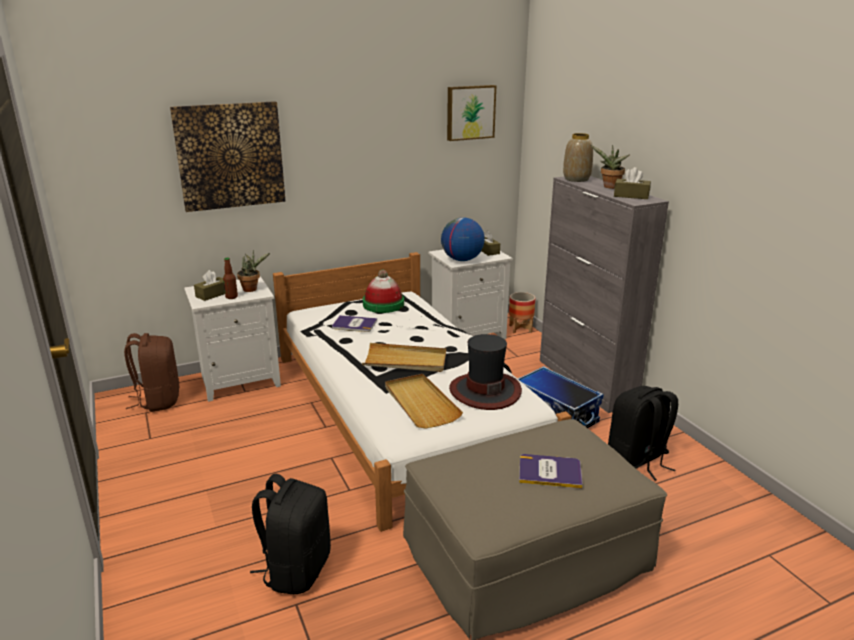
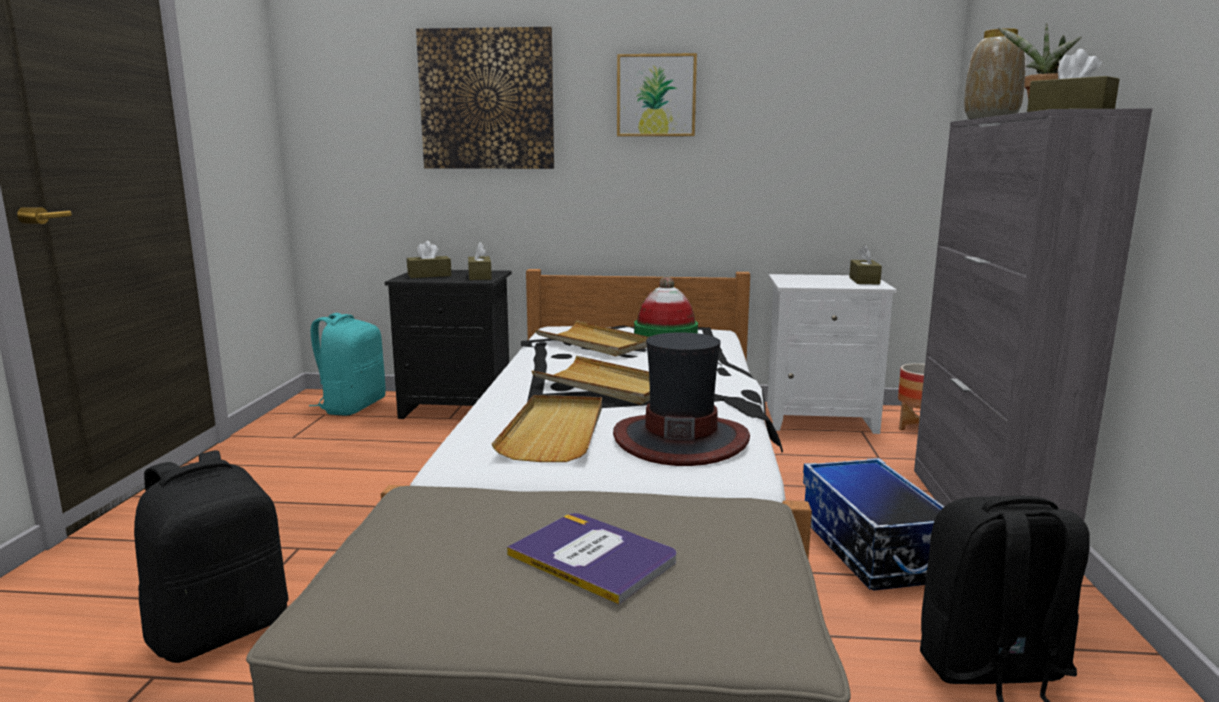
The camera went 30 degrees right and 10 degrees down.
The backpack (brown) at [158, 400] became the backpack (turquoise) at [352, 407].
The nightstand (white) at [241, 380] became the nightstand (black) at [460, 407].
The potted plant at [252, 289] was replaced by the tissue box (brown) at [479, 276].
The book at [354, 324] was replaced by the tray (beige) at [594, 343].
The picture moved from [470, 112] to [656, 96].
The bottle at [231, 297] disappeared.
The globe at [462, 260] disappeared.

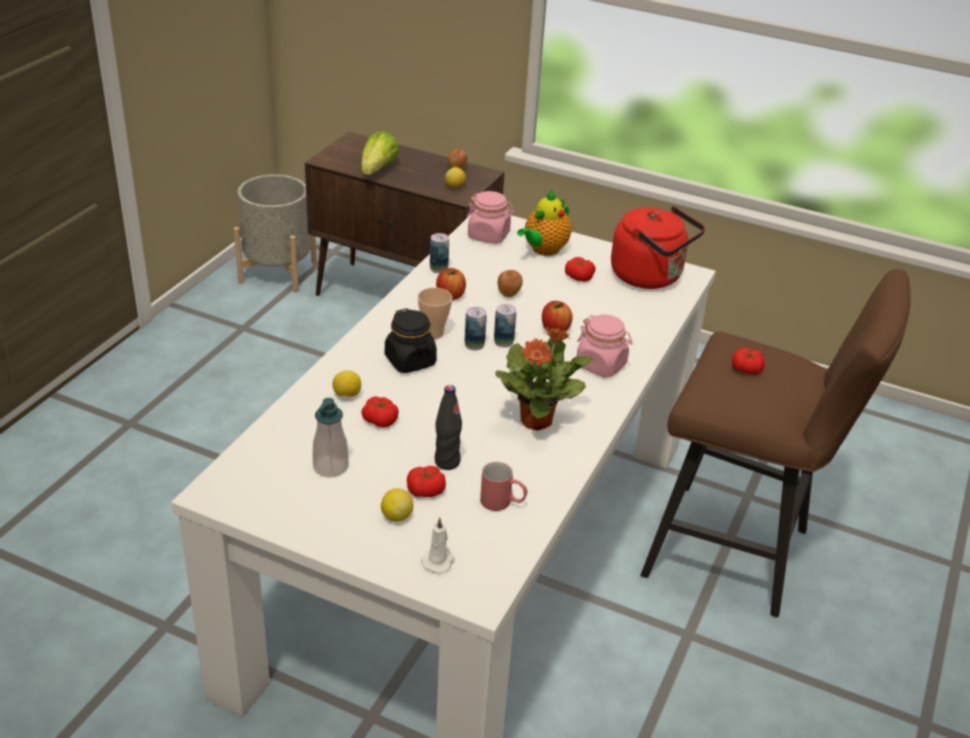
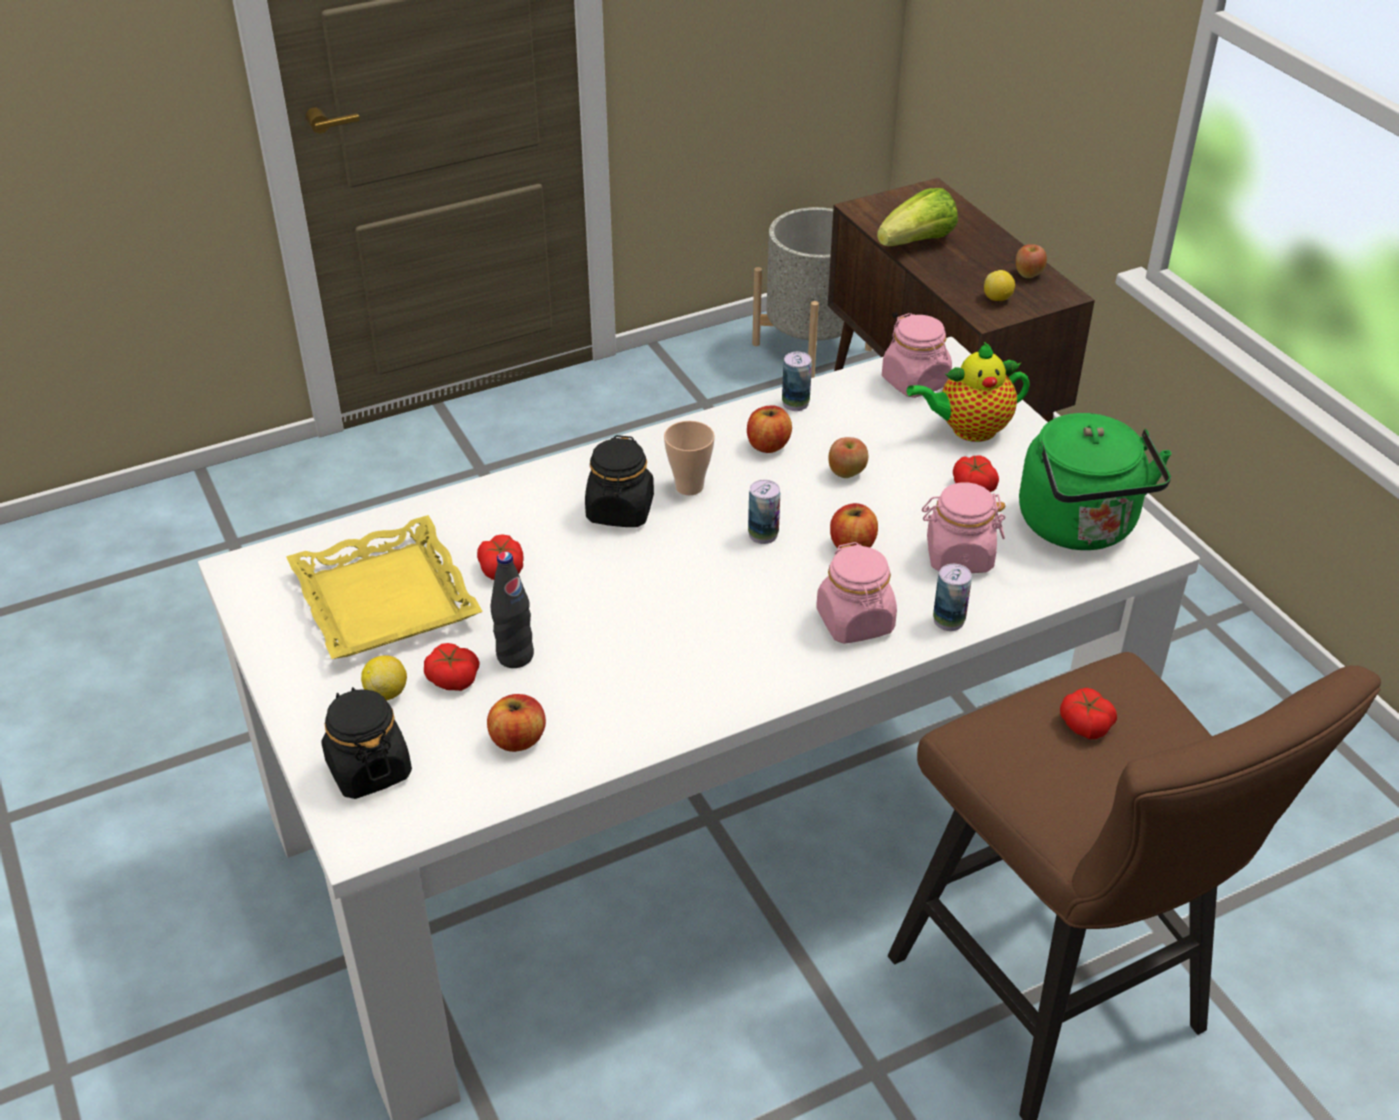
The camera went 40 degrees right and 5 degrees up.
The soap dispenser at [330, 467] was replaced by the tray (yellow) at [387, 599].
The candle (white) at [438, 561] was replaced by the jar (black) at [368, 769].
The mug (red) at [503, 503] was replaced by the apple at [518, 739].
The jar (pink) at [958, 556] appeared.
The can moved from [474, 345] to [948, 620].
The kettle (red) at [650, 277] became the kettle (green) at [1081, 528].
The lemon at [347, 395] disappeared.
The potted plant at [537, 420] disappeared.

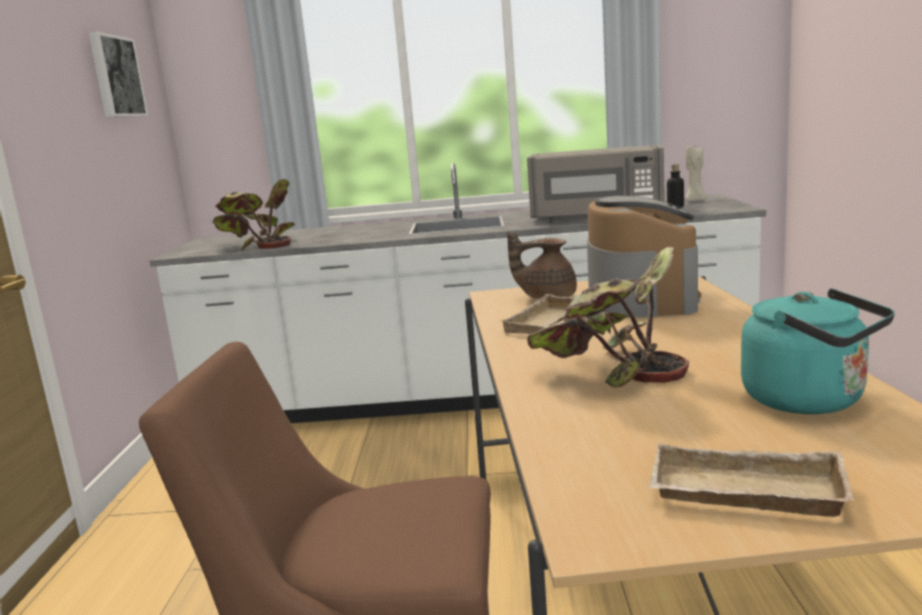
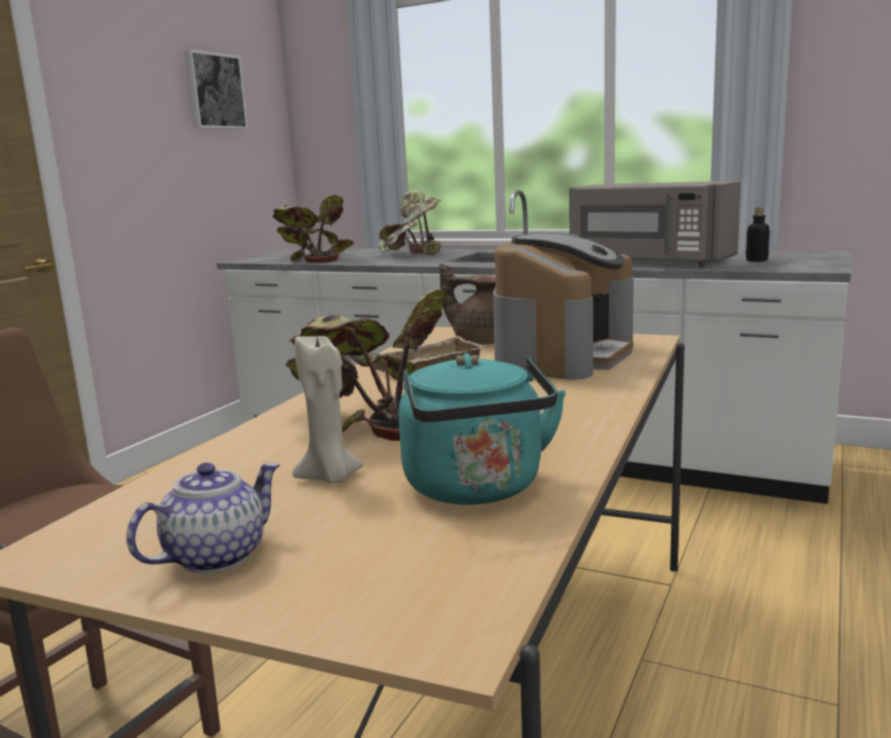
The camera went 25 degrees right and 0 degrees up.
The tray (beige) at [743, 494] was replaced by the teapot at [216, 556].
The candle (beige) moved from [695, 201] to [330, 478].
The potted plant at [411, 254] appeared.

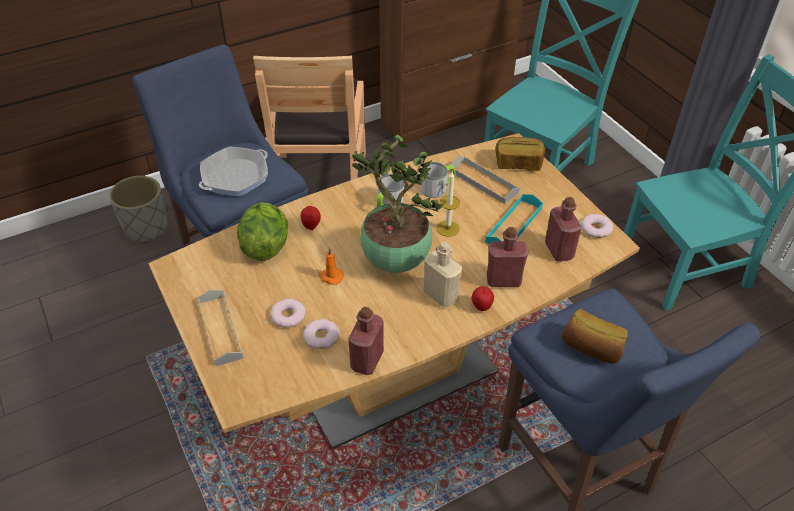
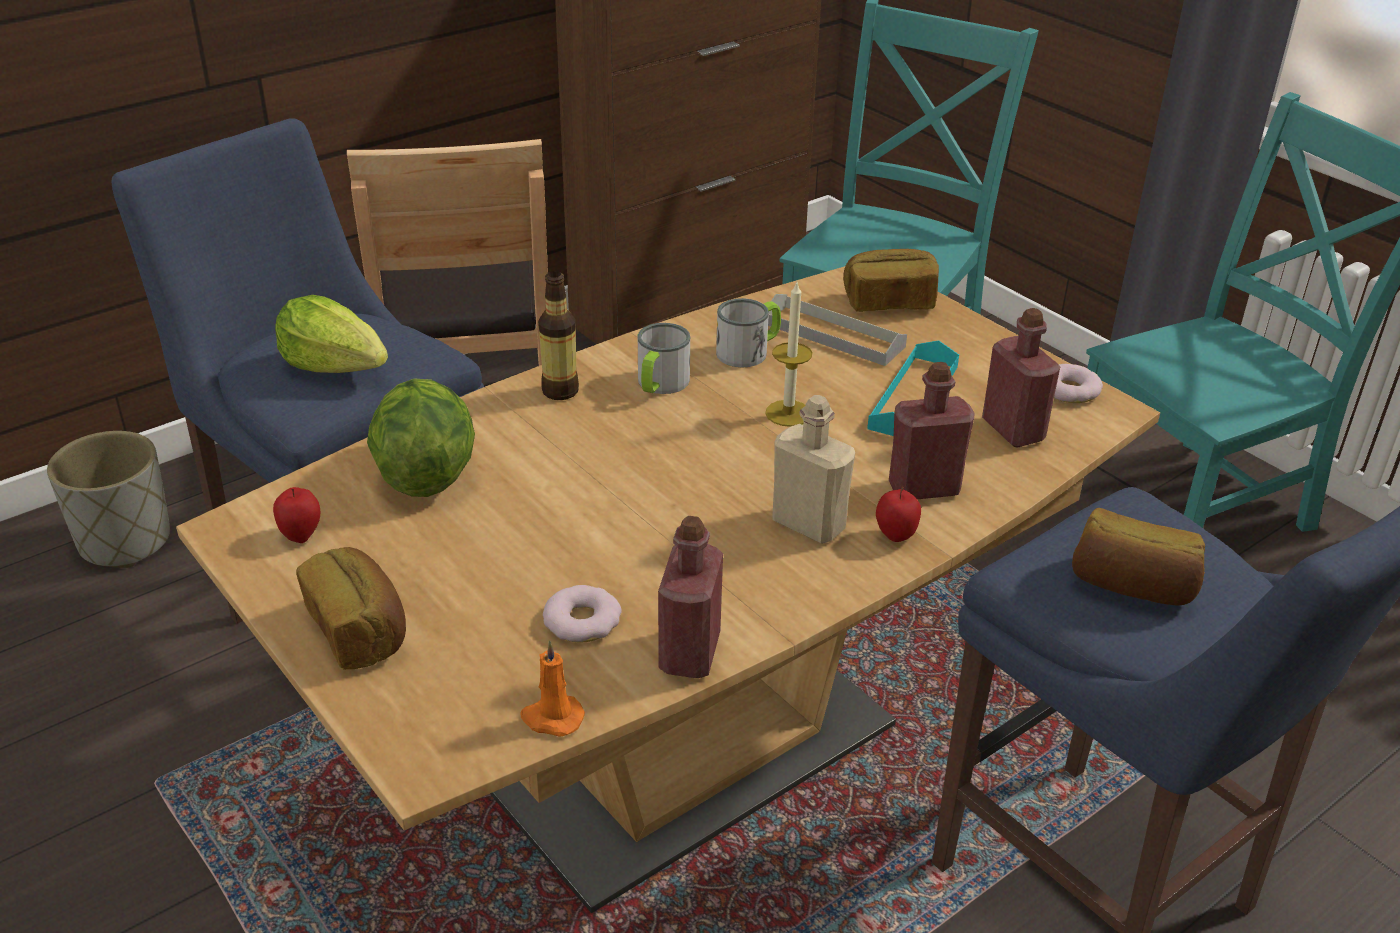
The camera went 10 degrees left and 10 degrees down.
The apple moved from [311, 226] to [301, 535].
The frying pan at [235, 177] was replaced by the lettuce at [336, 366].
The tray (grey) at [220, 329] was replaced by the bread at [359, 630].
The candle (orange) moved from [330, 277] to [551, 718].
The bottle at [560, 391] appeared.
The donut at [288, 316] disappeared.
The potted plant at [394, 261] disappeared.

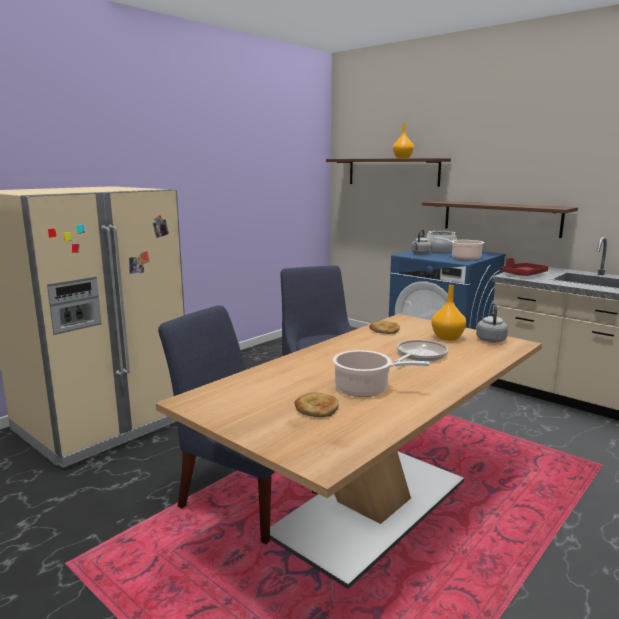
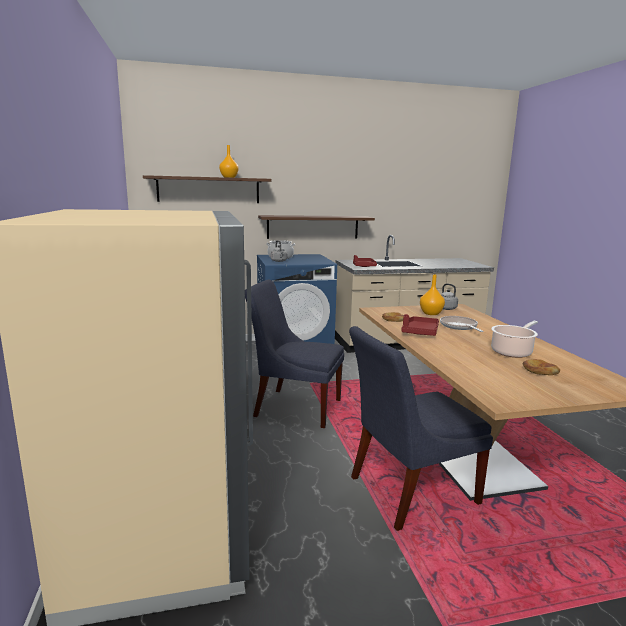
The camera went 55 degrees left and 0 degrees up.
The tray (red) at [420, 332] appeared.
The cooking pot at [464, 258] disappeared.

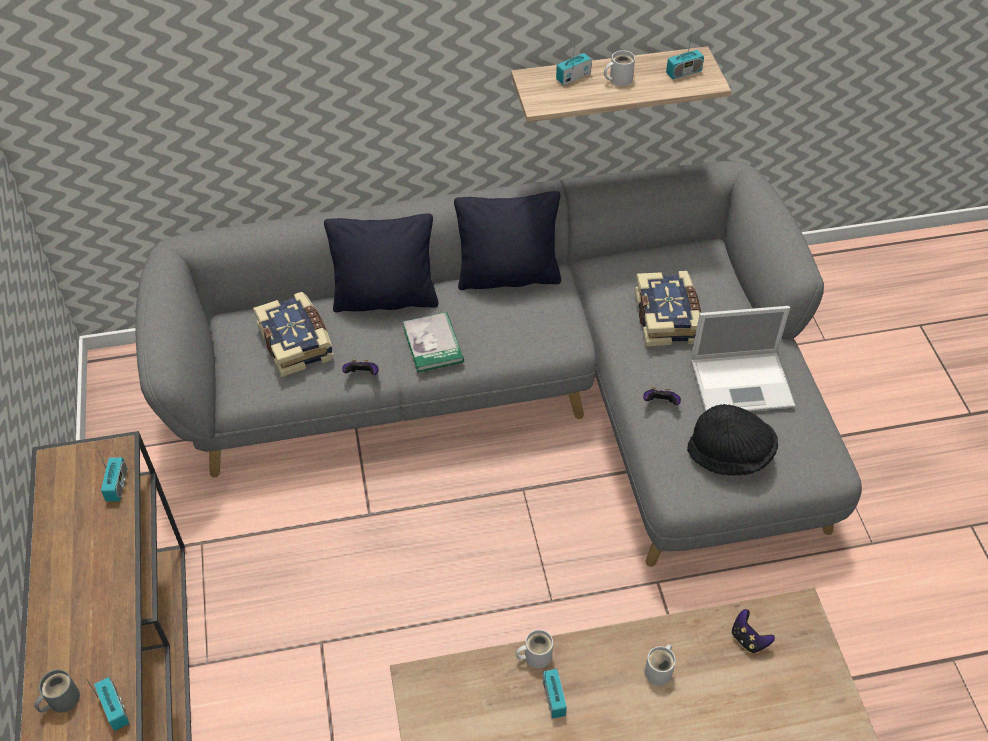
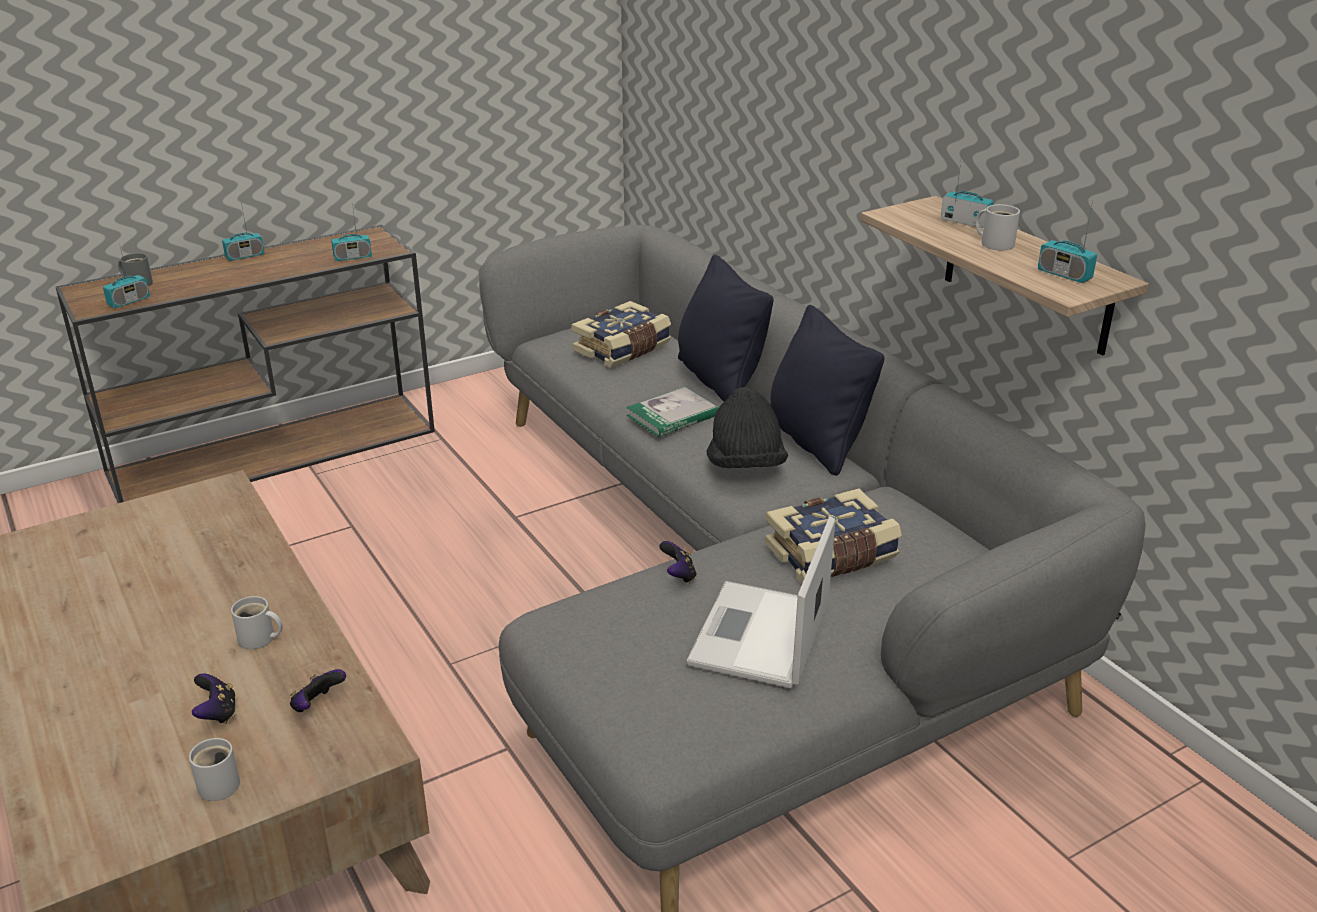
The camera went 70 degrees right and 20 degrees down.
The mug (white) moved from [535, 655] to [219, 782].
The game controller moved from [362, 375] to [217, 713].
The radio moved from [554, 698] to [245, 256].
The laptop at [743, 382] turned 45 degrees clockwise.
The hat (black) moved from [730, 454] to [745, 465].

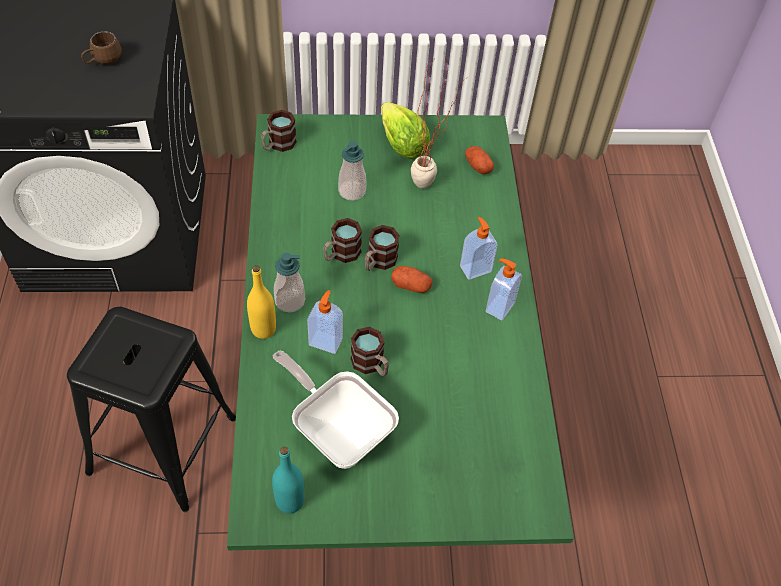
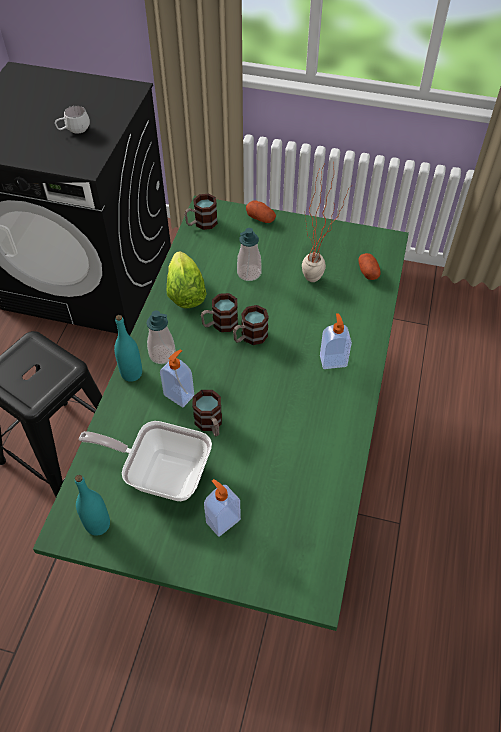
The camera went 20 degrees right and 0 degrees up.
The mug (brown) at [103, 62] became the mug (white) at [74, 131].
The frying pan at [338, 429] turned 45 degrees counterclockwise.
The bottle (yellow) at [263, 329] became the bottle (turquoise) at [131, 373].
The lettuce moved from [402, 145] to [185, 294].
The soap dispenser moved from [499, 307] to [222, 520].
The potato moved from [411, 285] to [260, 218].

